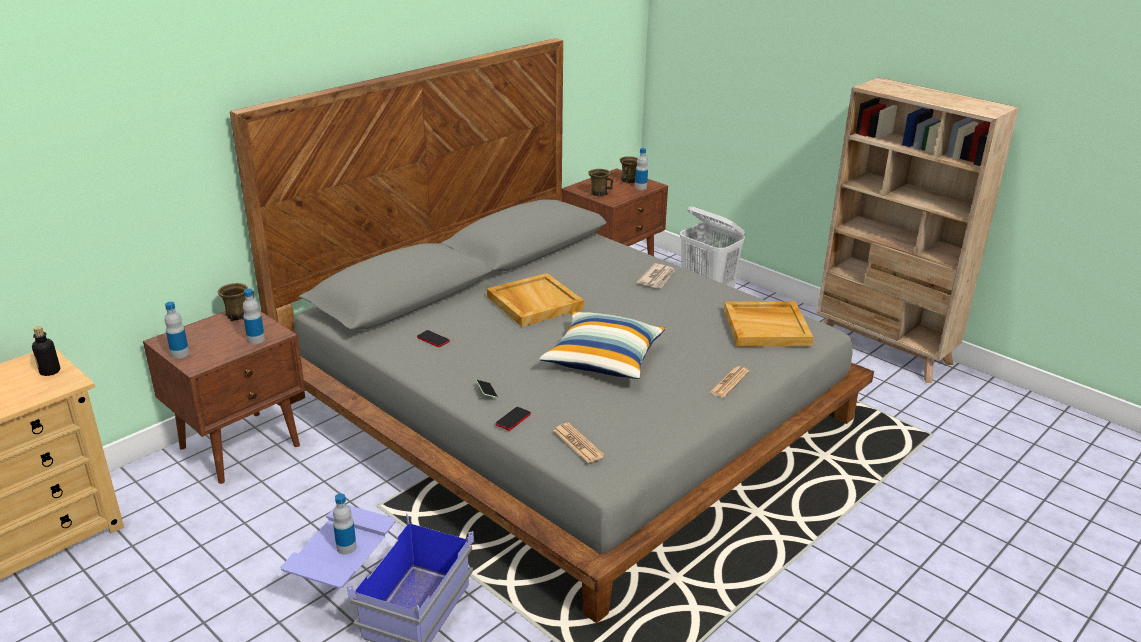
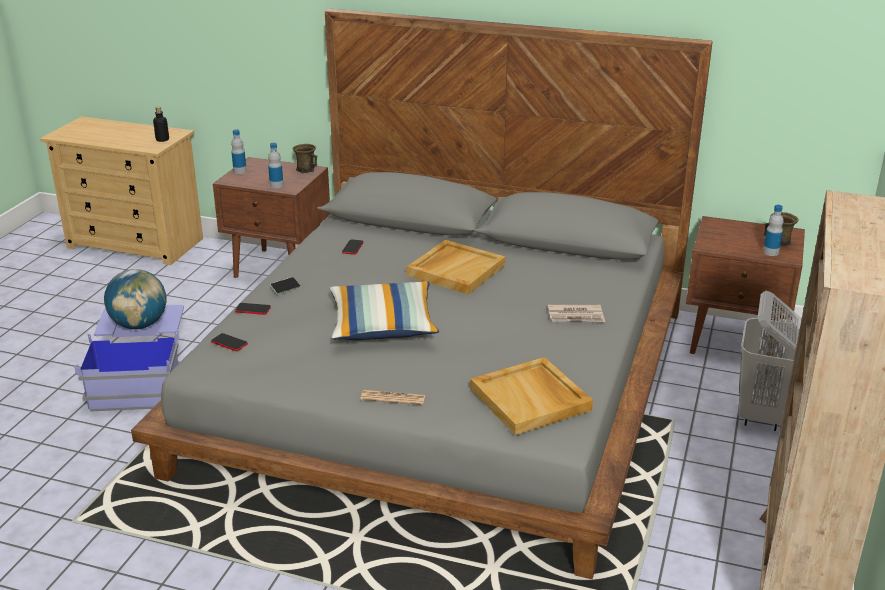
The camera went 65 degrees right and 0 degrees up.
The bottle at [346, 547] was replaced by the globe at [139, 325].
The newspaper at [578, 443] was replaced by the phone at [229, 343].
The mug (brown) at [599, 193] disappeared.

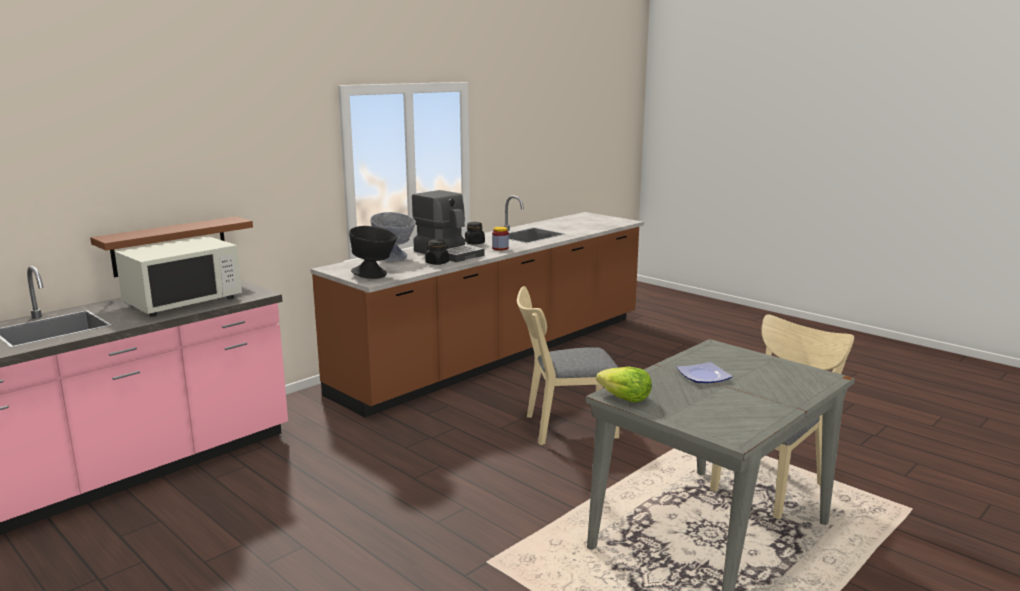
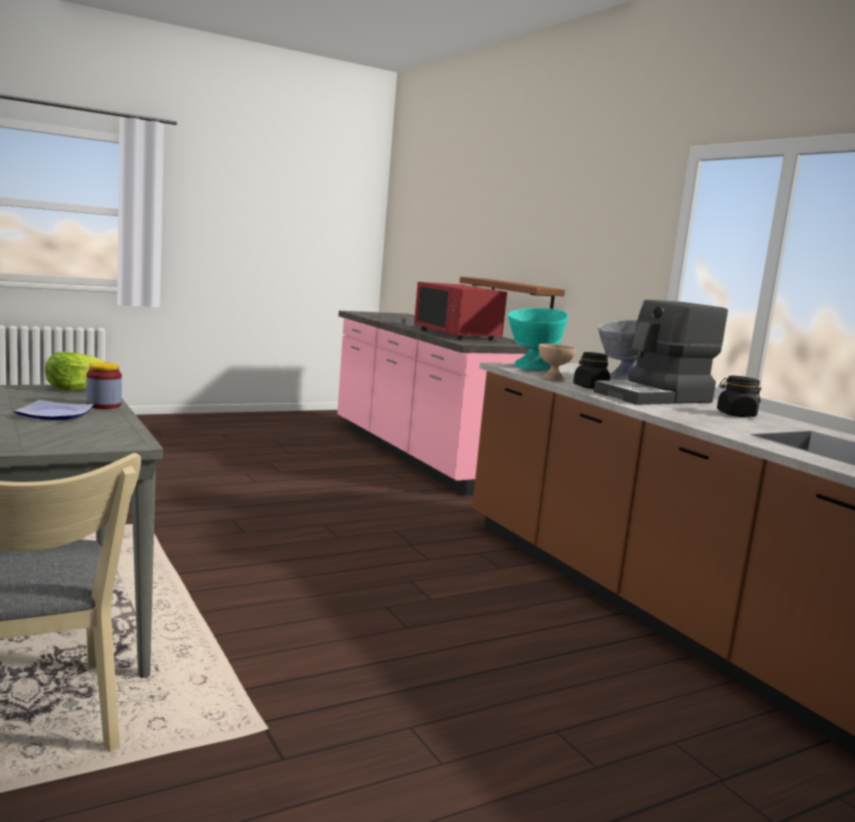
The camera went 105 degrees right and 5 degrees down.
The jar moved from [500, 248] to [104, 405].
The microwave (white) at [183, 301] became the microwave (red) at [457, 335].
The bowl (black) at [375, 275] became the bowl (turquoise) at [531, 368].
The bowl (beige) at [552, 378] appeared.
The chair (beige) at [563, 427] disappeared.

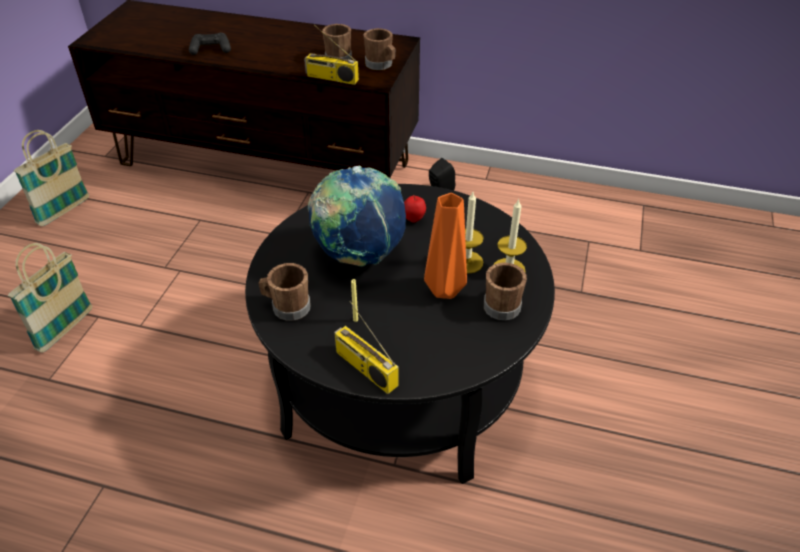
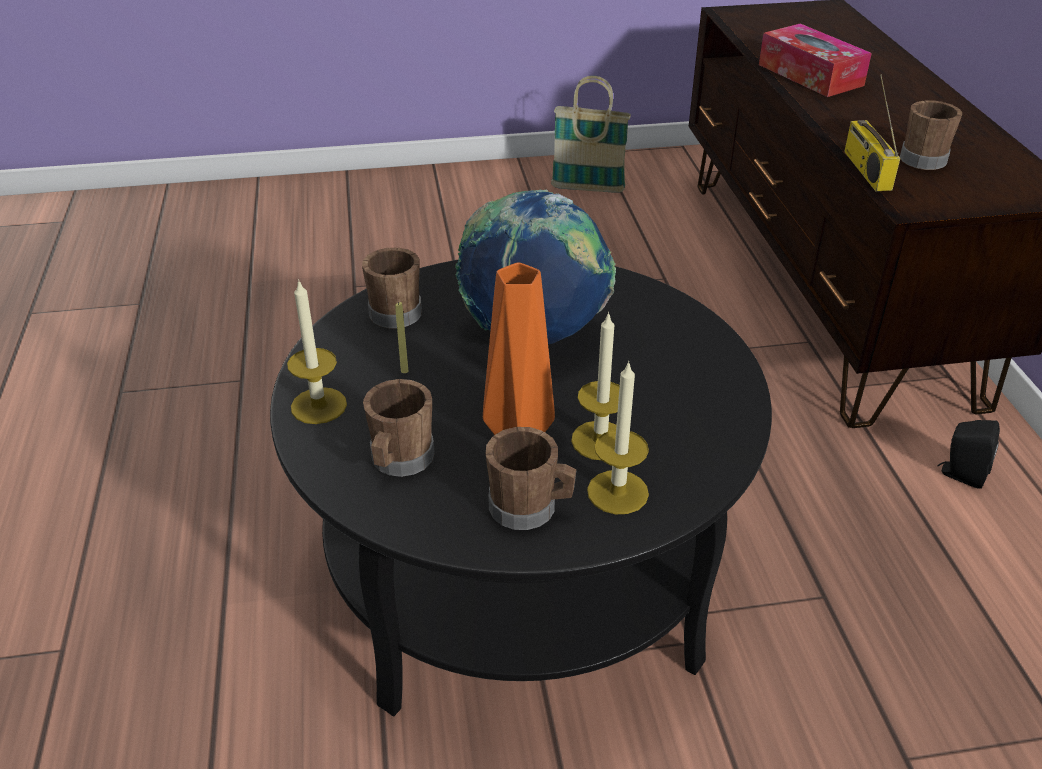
The camera went 65 degrees right and 5 degrees down.
The radio at [364, 368] was replaced by the candle at [318, 405].
The mug (brown) moved from [381, 65] to [399, 461].
The game controller (black) at [211, 49] was replaced by the tissue box at [810, 75].
The basket at [65, 329] disappeared.
The apple at [414, 219] disappeared.

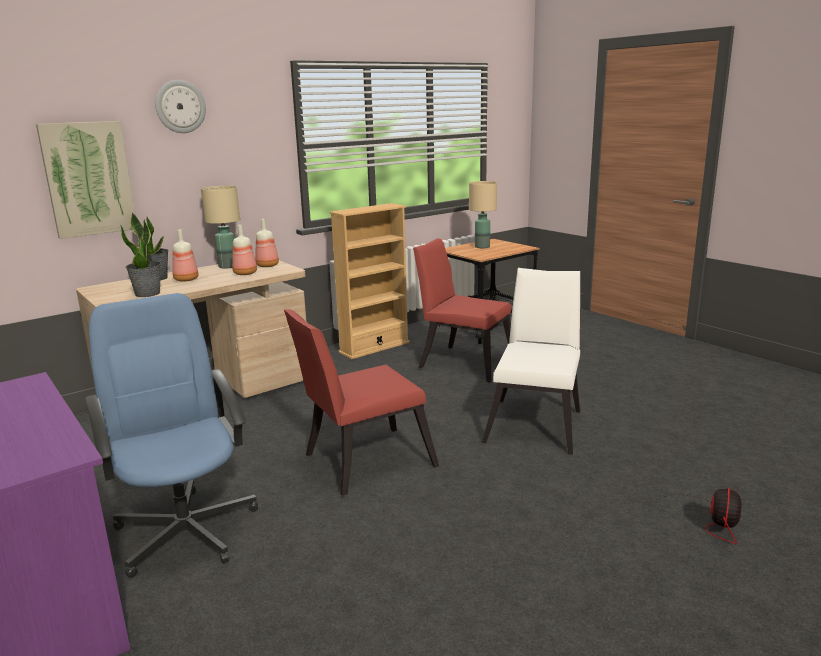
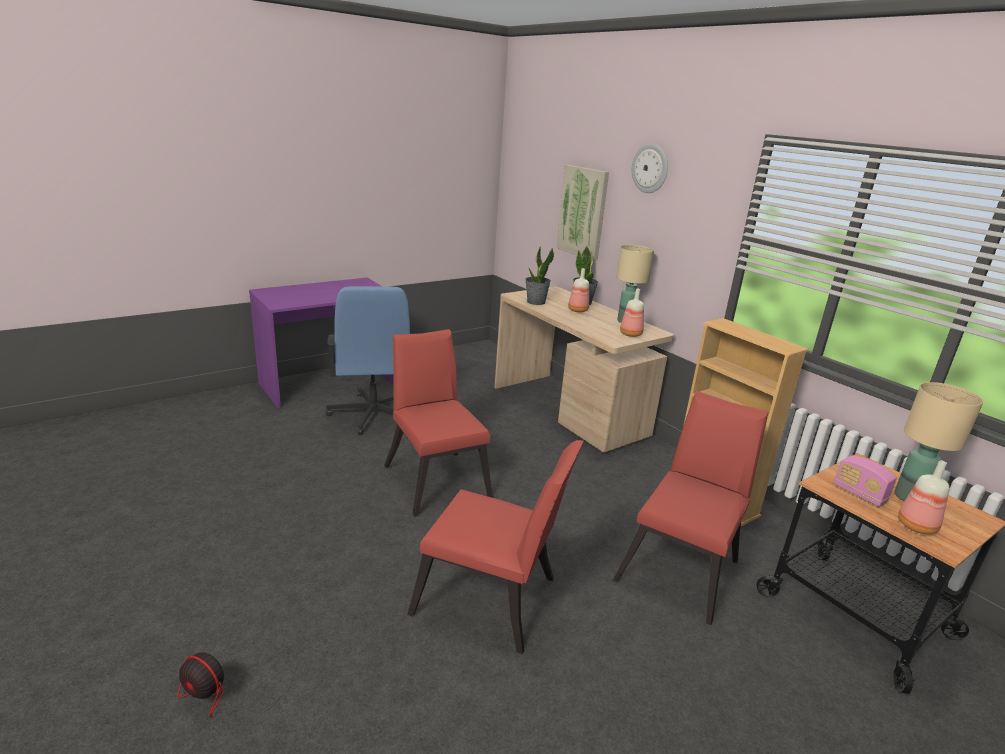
The camera went 90 degrees right and 5 degrees up.
The office chair (blue) at [186, 530] turned 105 degrees clockwise.
The chair (white) at [536, 422] became the chair (red) at [492, 601].
The radio at [859, 494] appeared.
The bottle moved from [246, 273] to [918, 527].

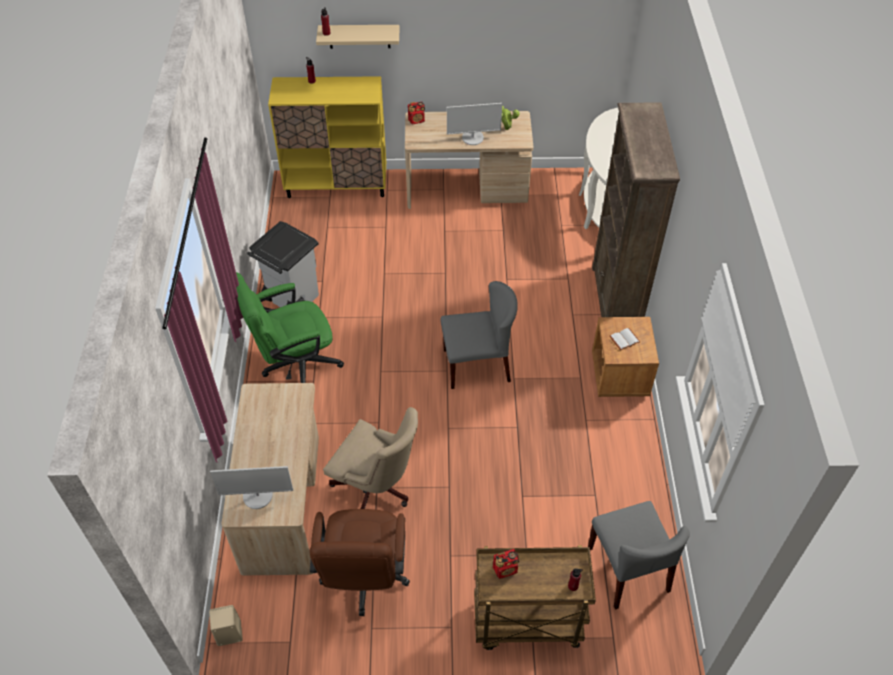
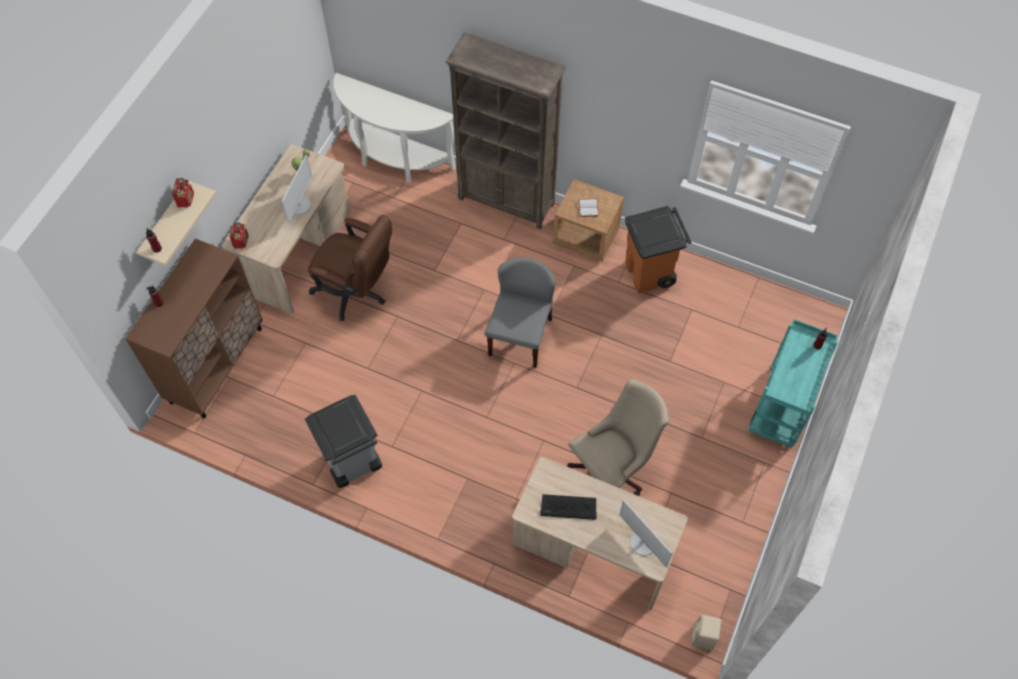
The camera went 65 degrees left and 10 degrees up.
The cabinet (yellow) at [337, 185] became the cabinet (brown) at [216, 364].
The radio moved from [505, 569] to [186, 199].
The office chair (brown) moved from [364, 579] to [356, 292].
The keyboard at [568, 507] appeared.
The monitor at [258, 496] turned 120 degrees clockwise.
The trash can (orange) at [650, 273] appeared.
The cart (brown) at [526, 623] became the cart (turquoise) at [782, 408].
The office chair (green) at [294, 364] disappeared.
The chair (grey) at [628, 570] disappeared.

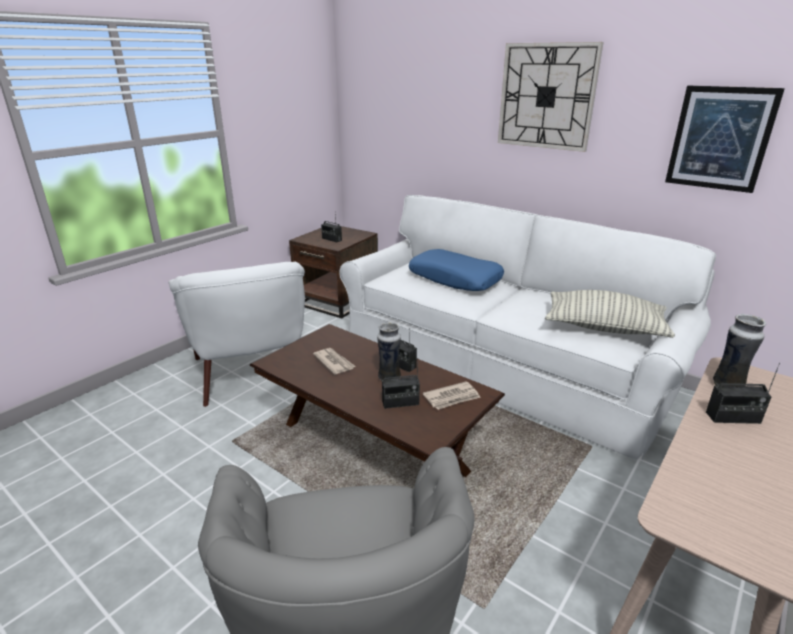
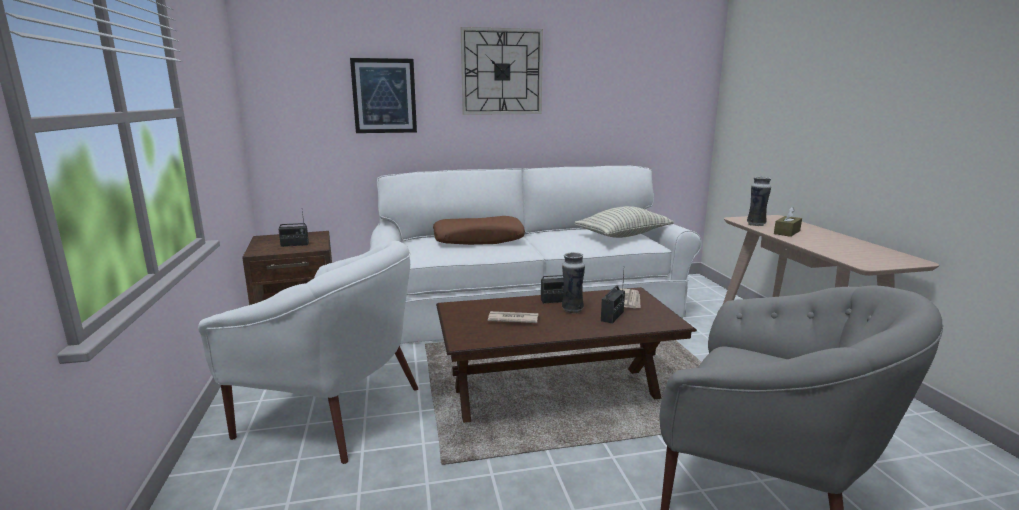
The camera went 50 degrees left and 10 degrees down.
The picture moved from [720, 138] to [384, 96].
The pillow (blue) at [455, 279] became the pillow (brown) at [478, 240].
The radio at [733, 418] was replaced by the tissue box (brown) at [787, 232].

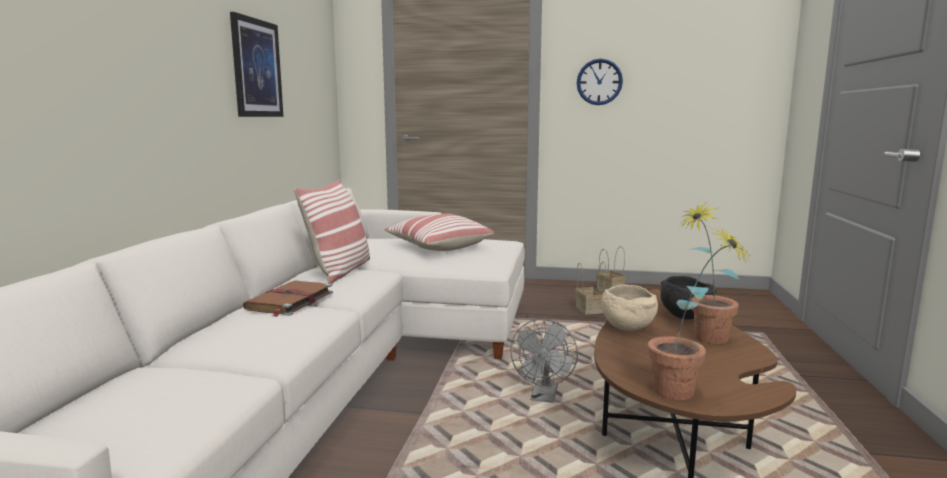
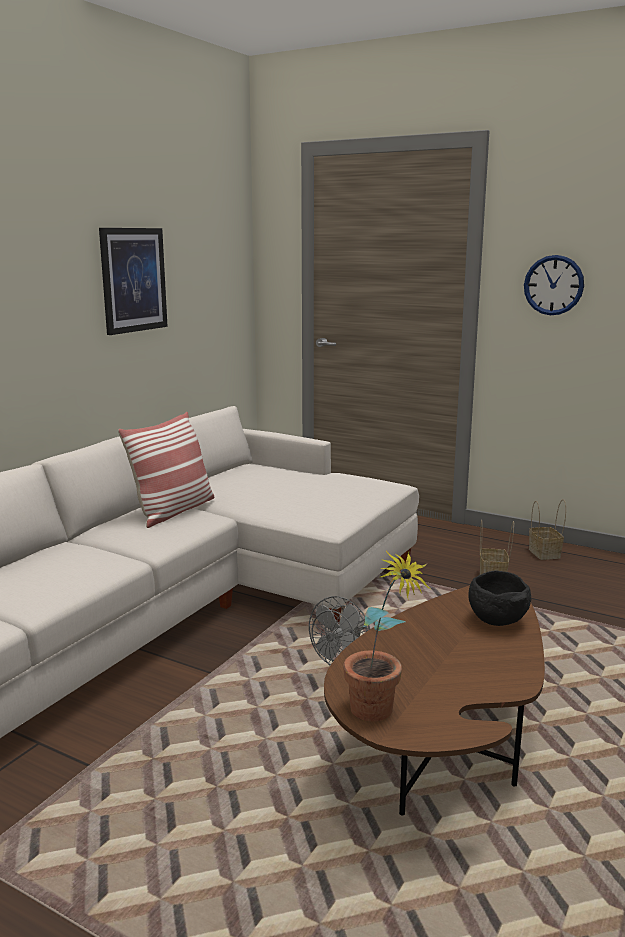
The camera went 20 degrees right and 5 degrees up.
The book (brown) at [289, 301] disappeared.
The pillow at [438, 247] disappeared.
The bowl (beige) at [626, 327] disappeared.
The potted plant at [703, 339] disappeared.

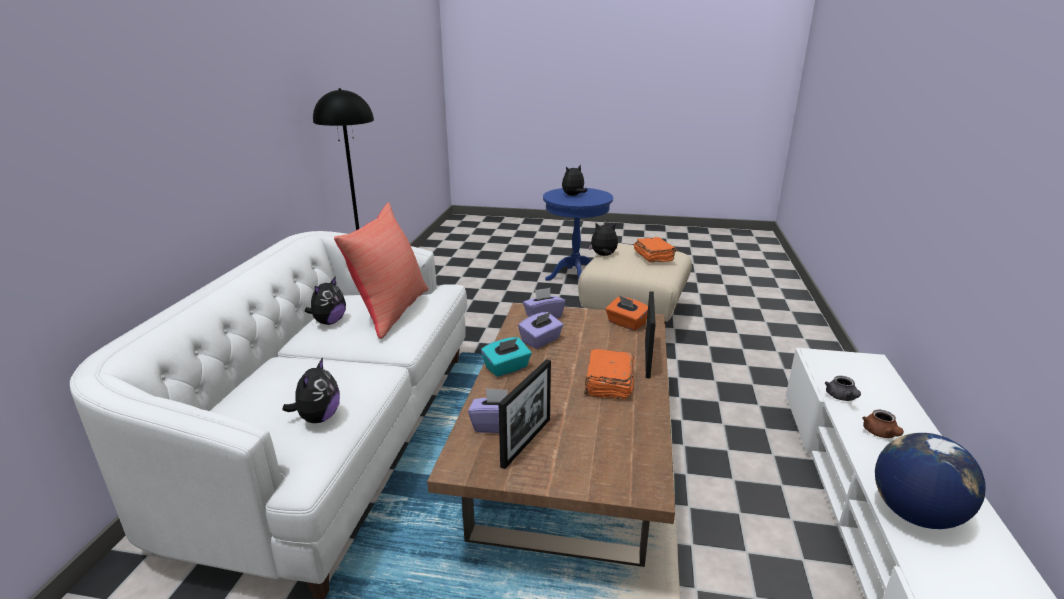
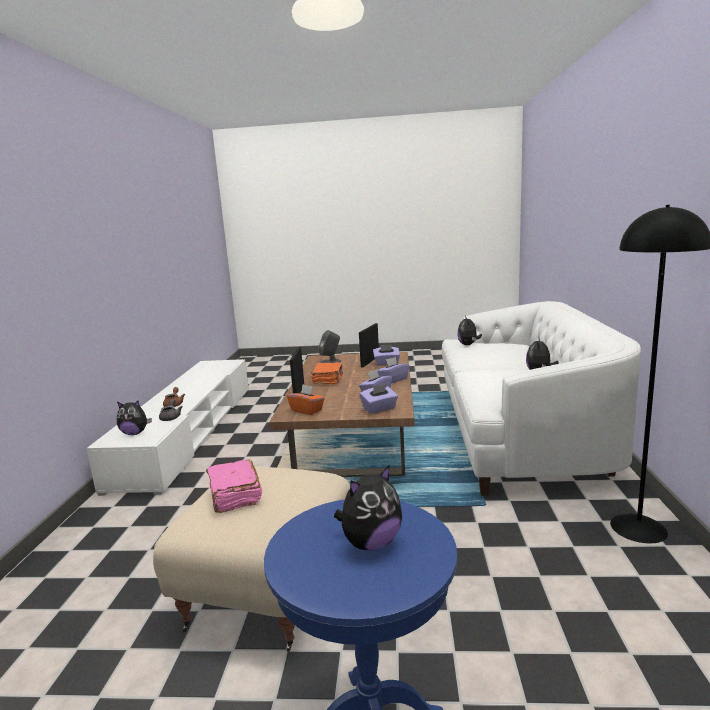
The camera went 175 degrees right and 10 degrees down.
The plush toy moved from [603, 255] to [135, 433].
The book (orange) at [653, 257] became the book (pink) at [234, 496].
The speaker (grey) at [330, 362] appeared.
The tissue box (turquoise) at [507, 368] became the tissue box (purple) at [393, 380].
The pillow (red) at [391, 311] disappeared.
The globe at [914, 514] disappeared.

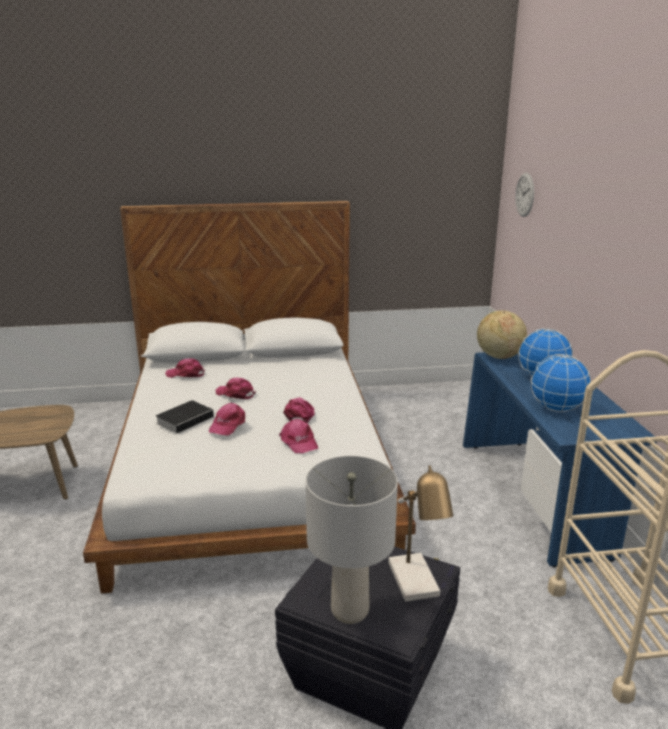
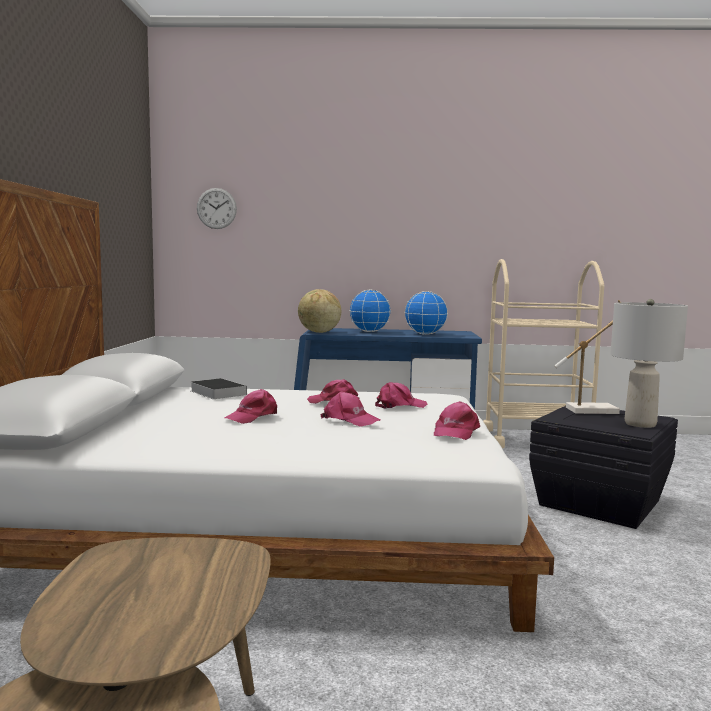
The camera went 80 degrees left and 15 degrees down.
The book moved from [186, 419] to [216, 392].
The cap (pink) moved from [185, 374] to [455, 432].

